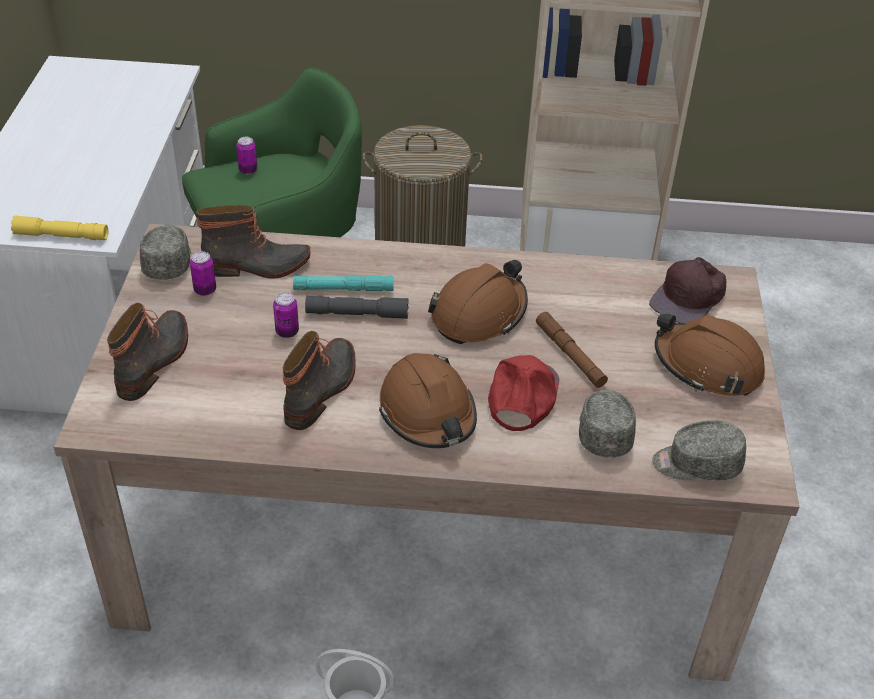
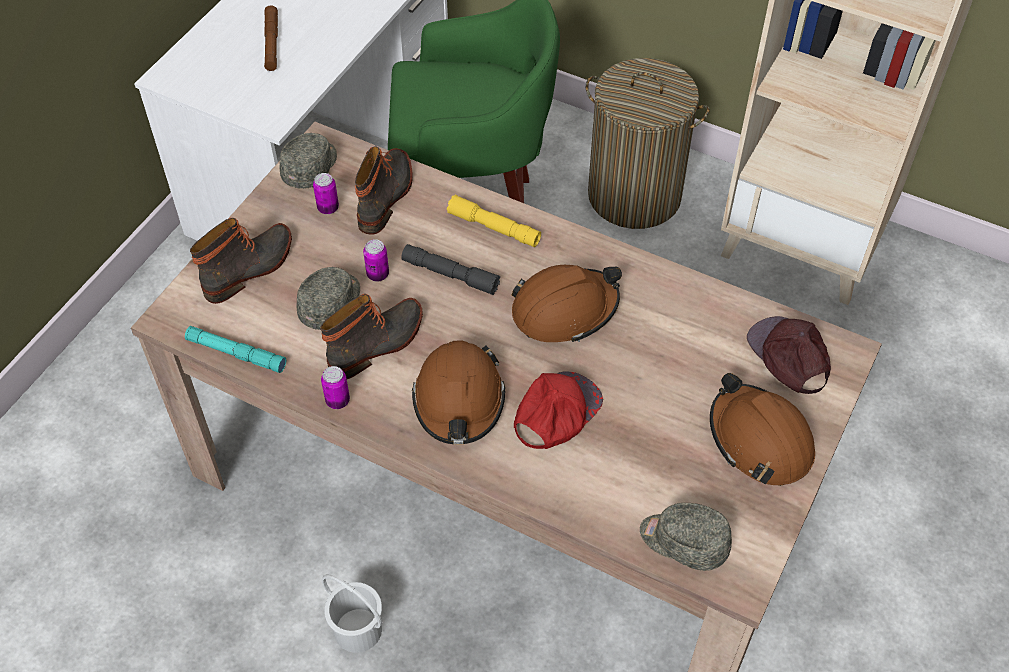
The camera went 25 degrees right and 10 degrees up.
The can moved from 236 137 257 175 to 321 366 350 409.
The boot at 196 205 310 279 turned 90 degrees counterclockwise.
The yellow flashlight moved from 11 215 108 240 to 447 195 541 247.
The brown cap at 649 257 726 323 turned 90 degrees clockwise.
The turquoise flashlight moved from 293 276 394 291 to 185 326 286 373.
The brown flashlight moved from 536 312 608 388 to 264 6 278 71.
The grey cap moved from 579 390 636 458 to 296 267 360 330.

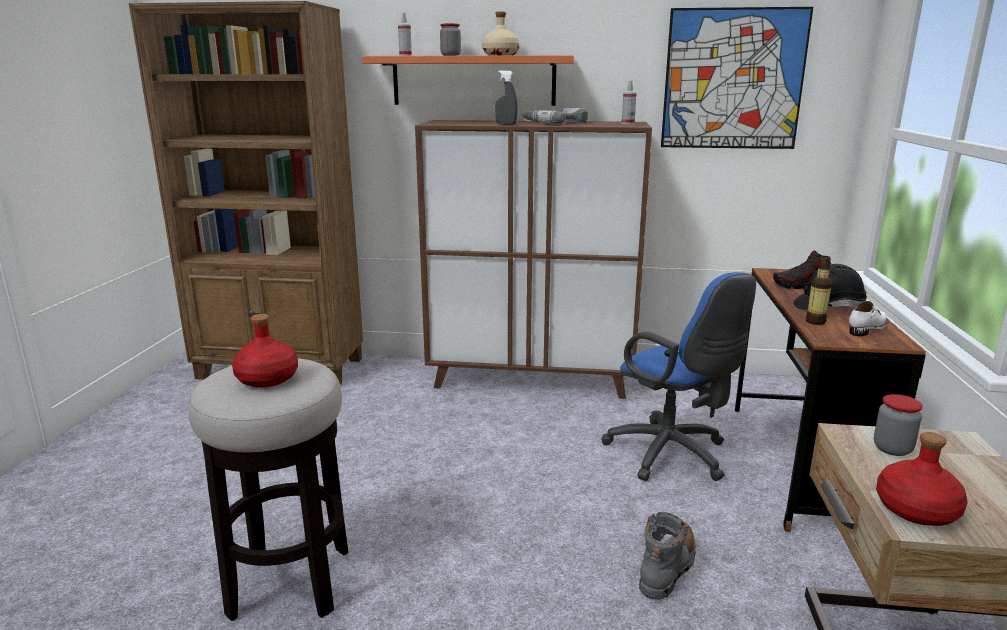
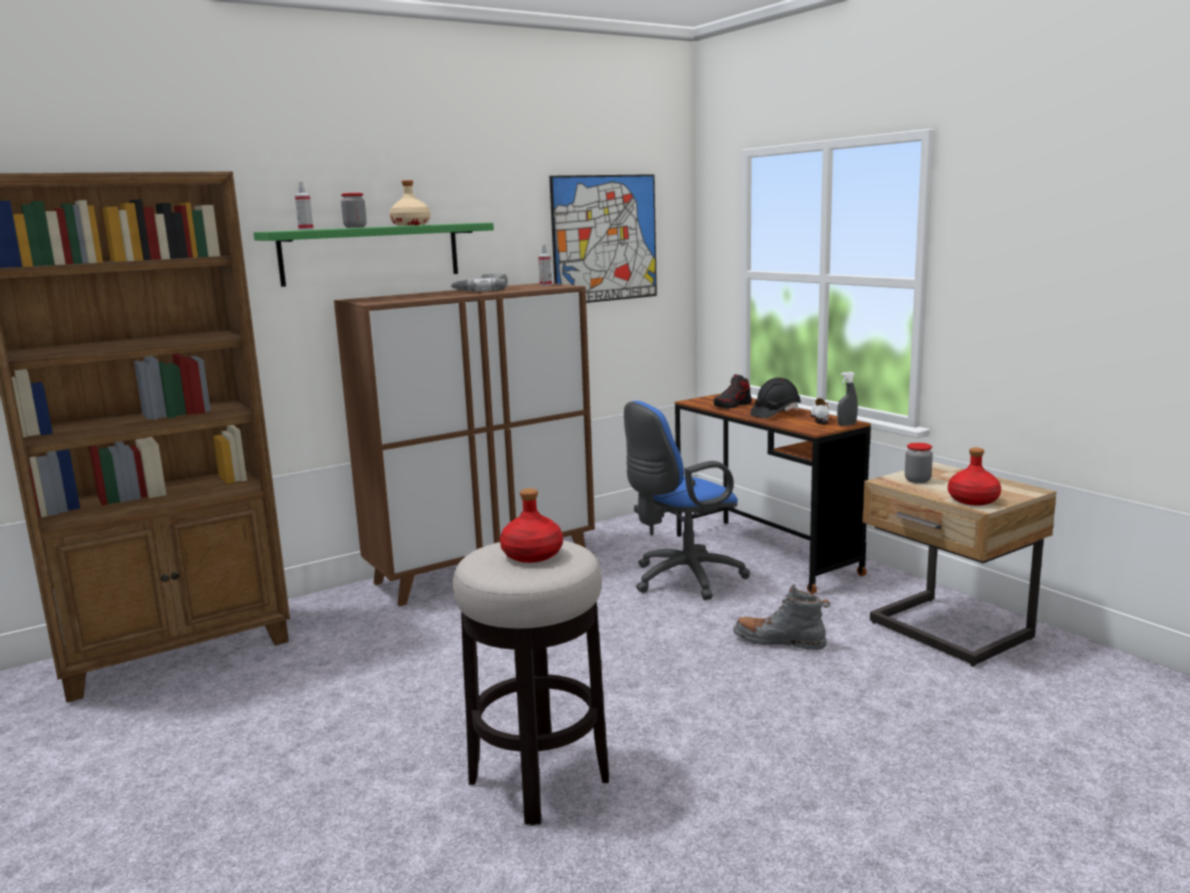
The camera went 40 degrees left and 5 degrees down.
The orange shelf at 361 55 574 106 became the green shelf at 254 223 494 287.
The grey spray bottle moved from 495 70 518 125 to 837 372 858 426.
The bottle at 806 256 832 325 disappeared.
The blue office chair at 601 272 756 481 turned 135 degrees clockwise.
The grey boot at 639 512 696 600 turned 60 degrees counterclockwise.

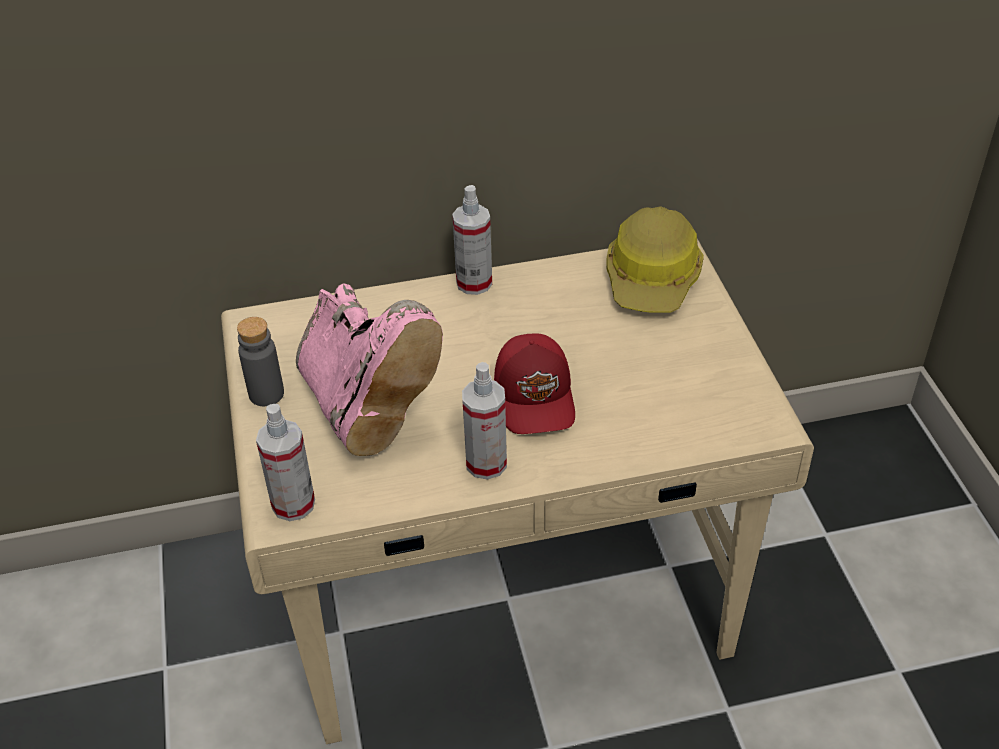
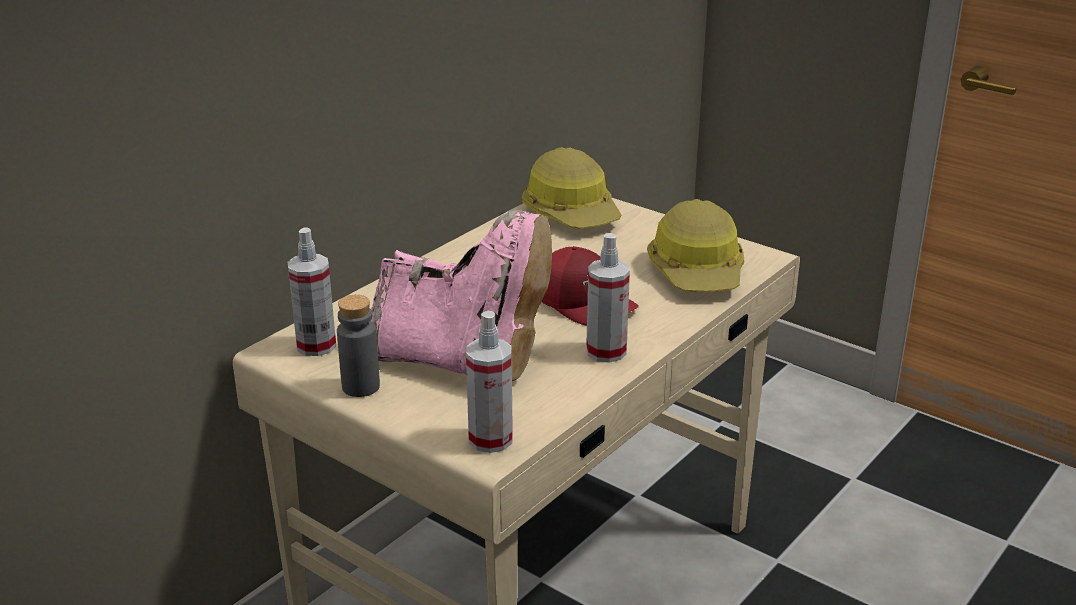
The camera went 40 degrees left and 15 degrees down.
The spray bottle moved from 452 185 492 295 to 287 227 336 356.
The hard hat at 647 199 744 292 appeared.

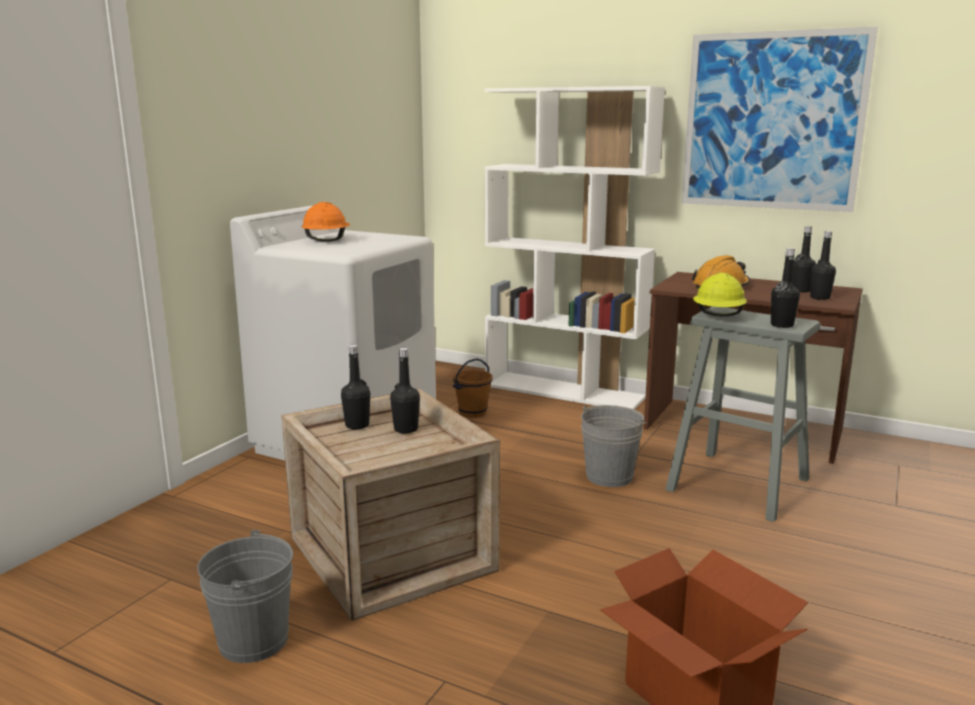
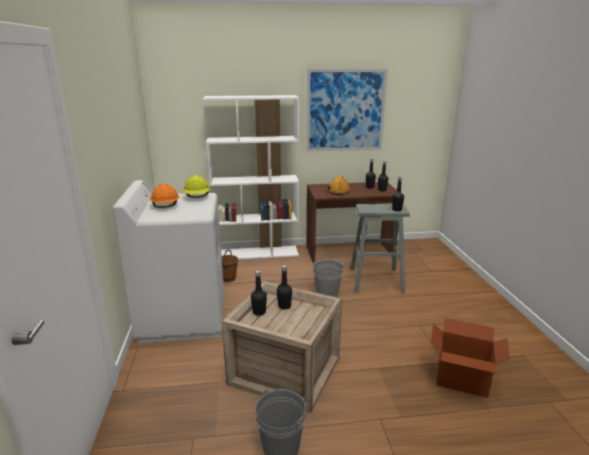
The camera went 35 degrees left and 5 degrees up.
The yellow hard hat moved from 693 273 747 316 to 183 175 210 198.

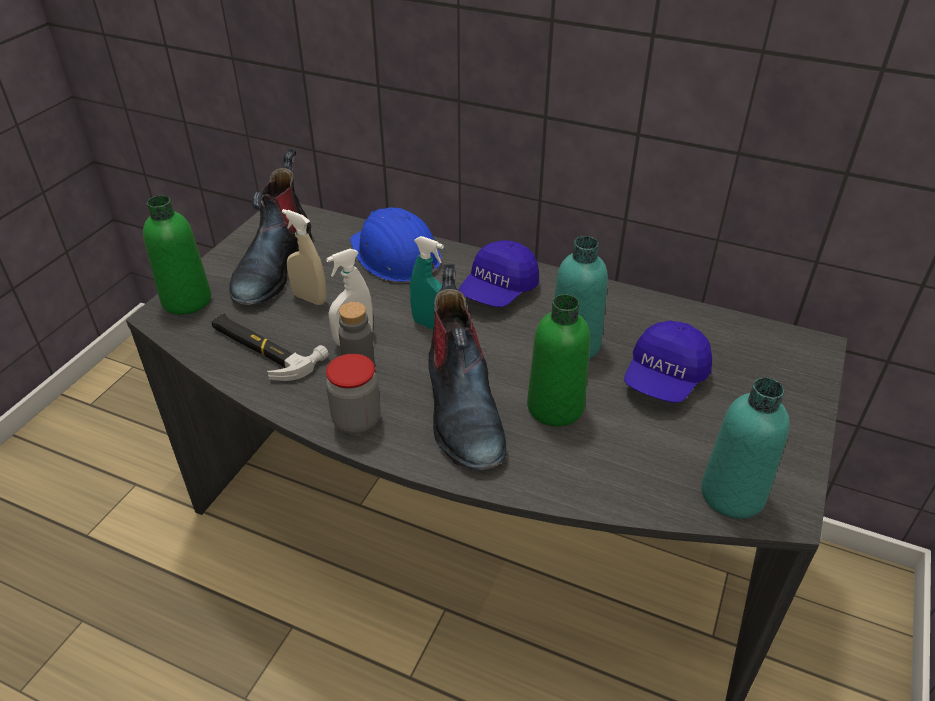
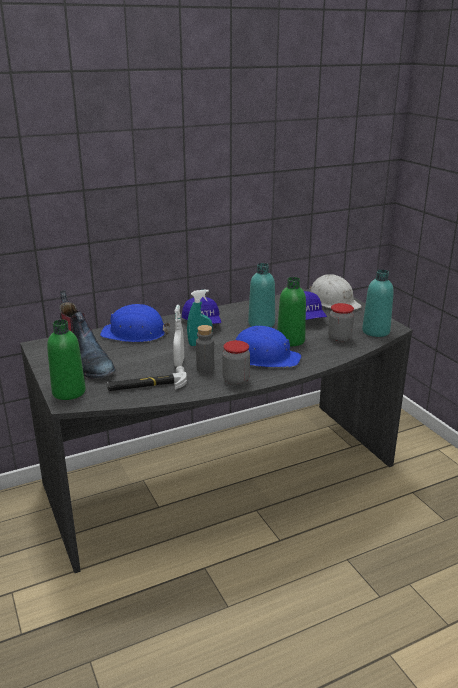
The camera went 50 degrees left and 15 degrees down.
The beige spray bottle at 282 209 327 305 disappeared.
The boot at 428 264 506 470 was replaced by the blue hard hat at 236 326 301 367.
The white hard hat at 310 274 362 310 appeared.
The jar at 328 303 354 343 appeared.

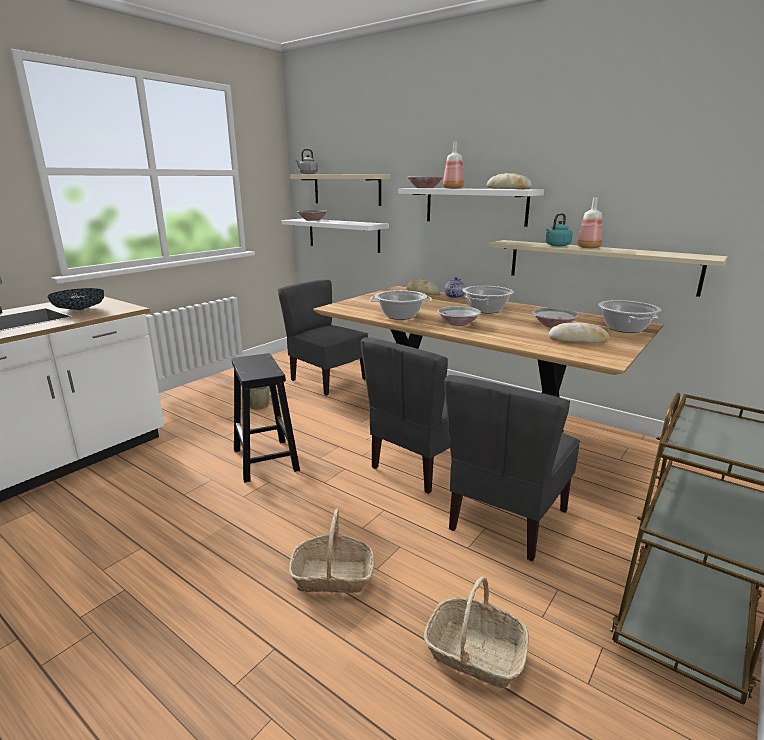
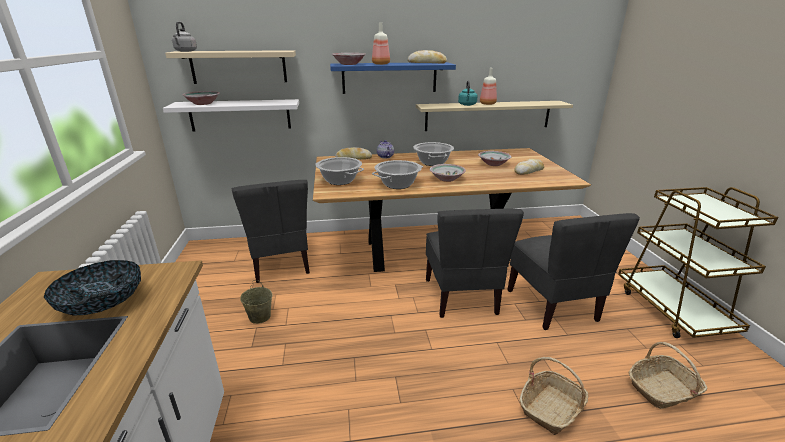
The camera went 45 degrees left and 5 degrees up.
The white shelf at 399 188 544 227 became the blue shelf at 330 62 456 94.
The grey chair at 278 280 368 396 turned 105 degrees counterclockwise.
The cooking pot moved from 598 300 661 333 to 315 157 364 185.
The black stool at 232 353 300 483 disappeared.

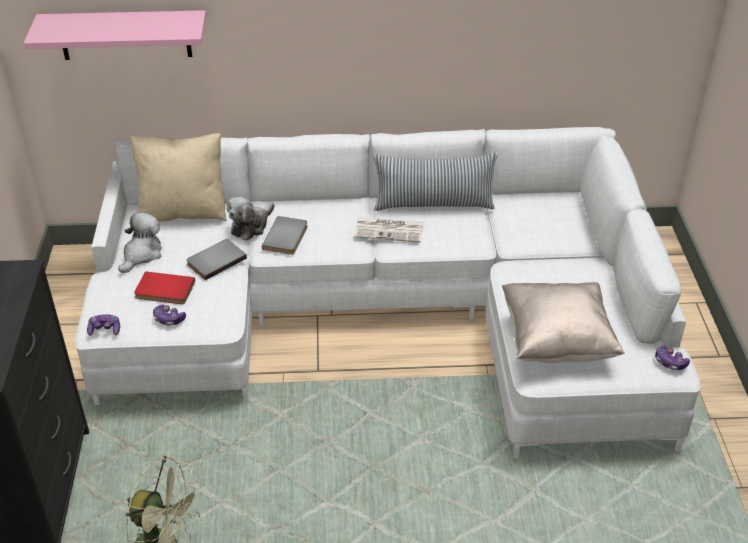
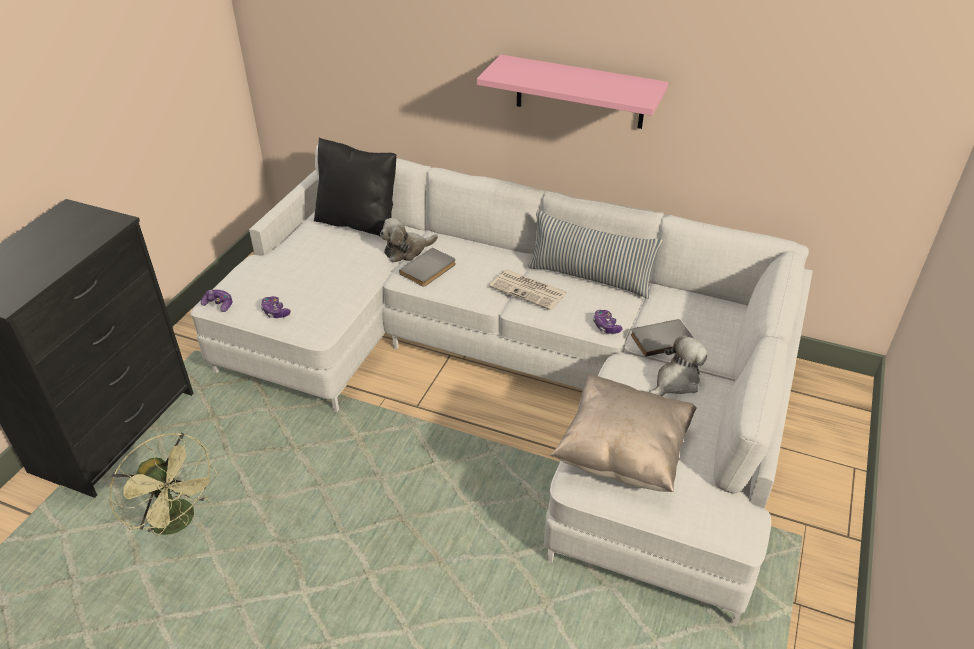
The camera went 25 degrees right and 0 degrees up.
The pink shelf moved from 24 10 206 60 to 477 55 669 129.
The beige pillow at 130 133 227 222 became the black pillow at 314 138 396 237.
The plush toy moved from 118 213 162 273 to 649 335 707 396.
The grey book moved from 186 239 247 280 to 631 319 693 357.
The red book at 134 271 195 304 disappeared.
The game controller moved from 655 345 690 370 to 593 310 623 334.

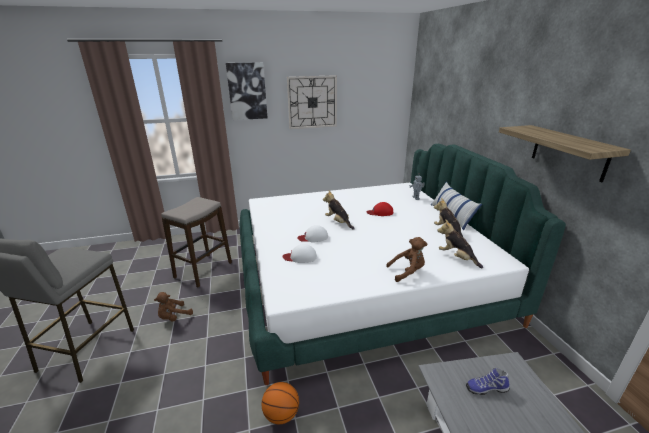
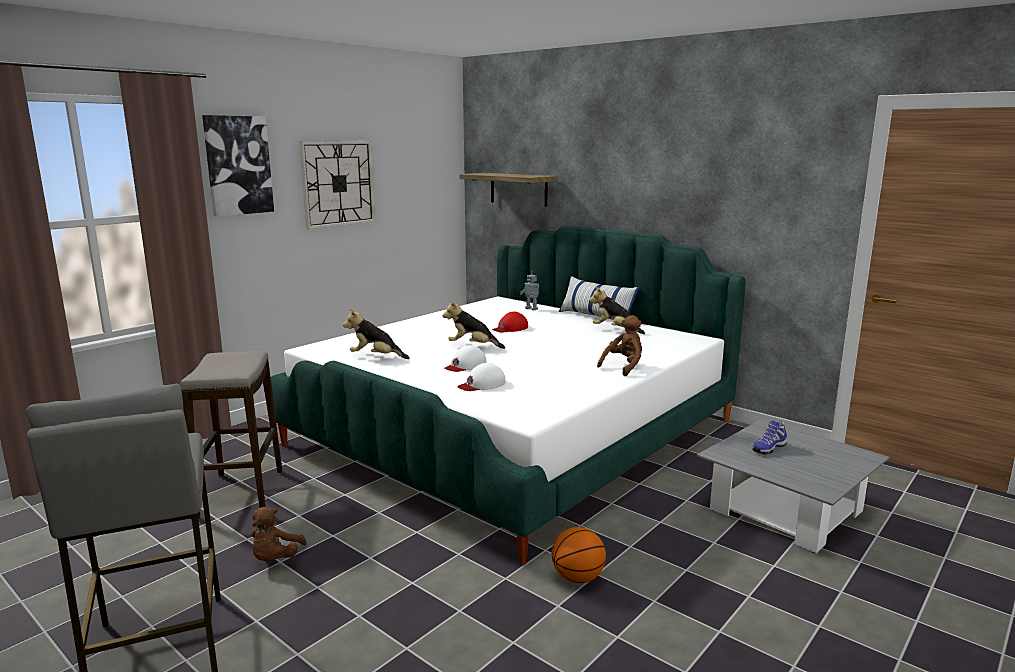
The camera went 35 degrees left and 10 degrees down.
The shelf moved from 499 125 631 182 to 459 173 557 207.
The plush toy moved from 437 219 483 268 to 343 309 410 359.

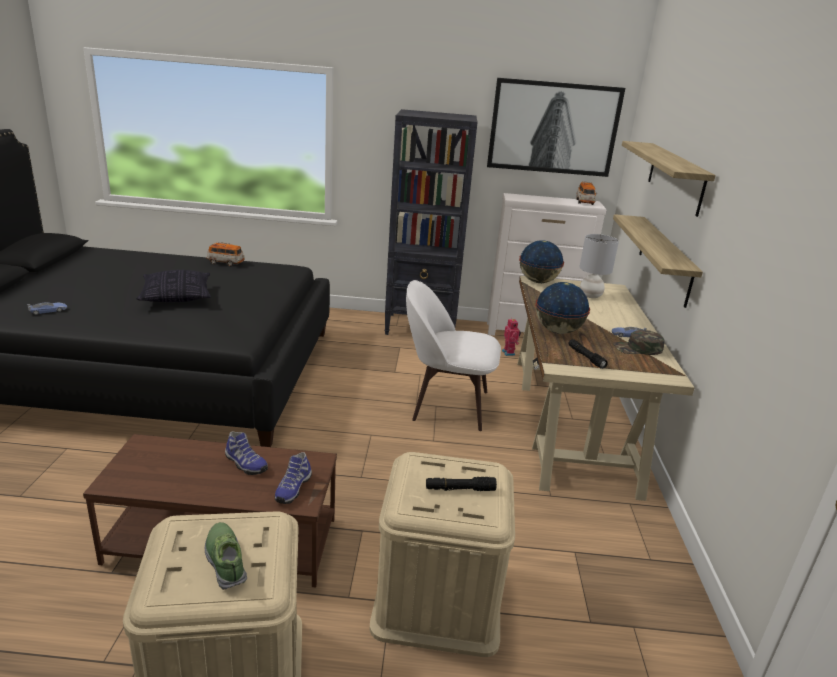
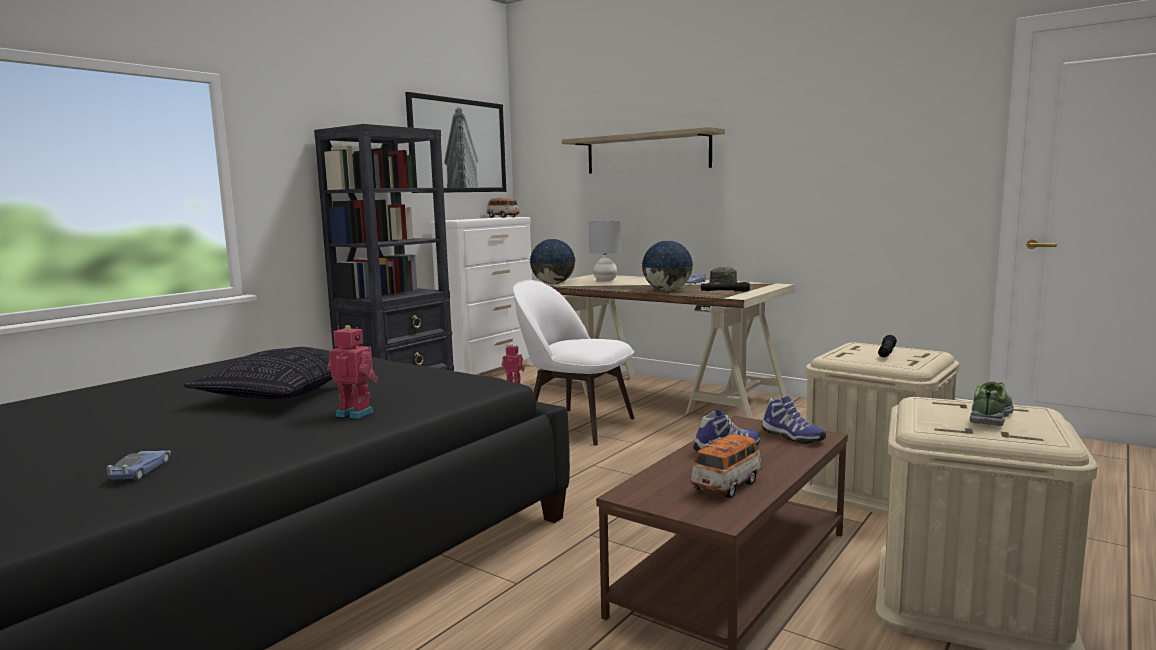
The camera went 55 degrees left and 15 degrees down.
The shelf at 613 214 703 308 disappeared.
The toy car moved from 207 242 245 266 to 691 434 762 498.
The white chair at 406 280 501 431 turned 75 degrees clockwise.
The shoe at 205 522 247 590 turned 120 degrees clockwise.
The toy robot at 327 325 378 419 appeared.

